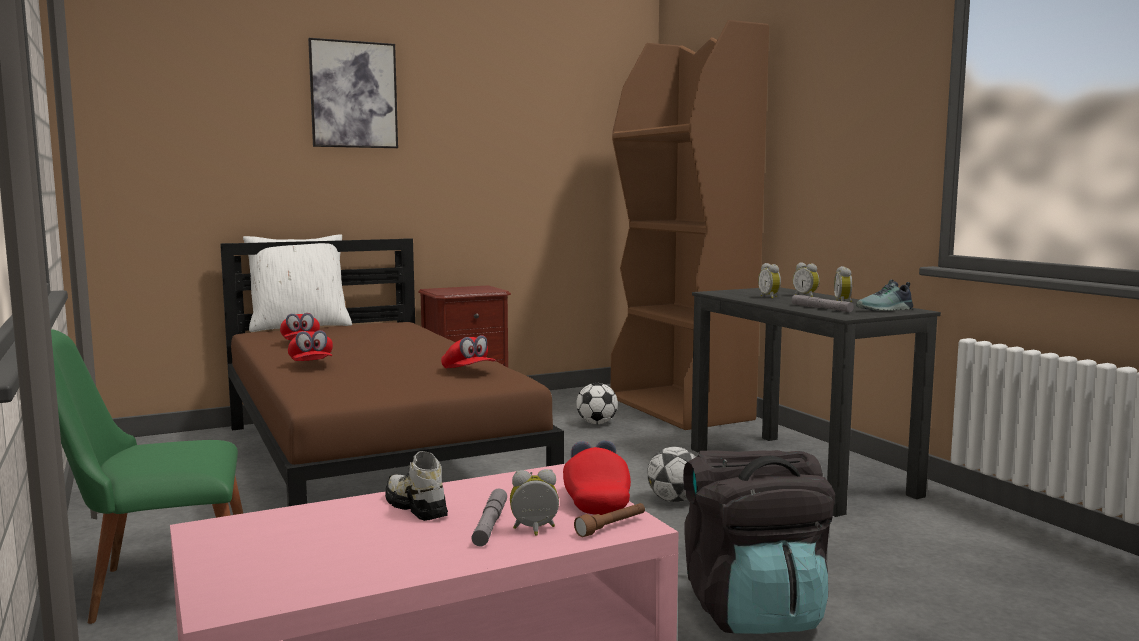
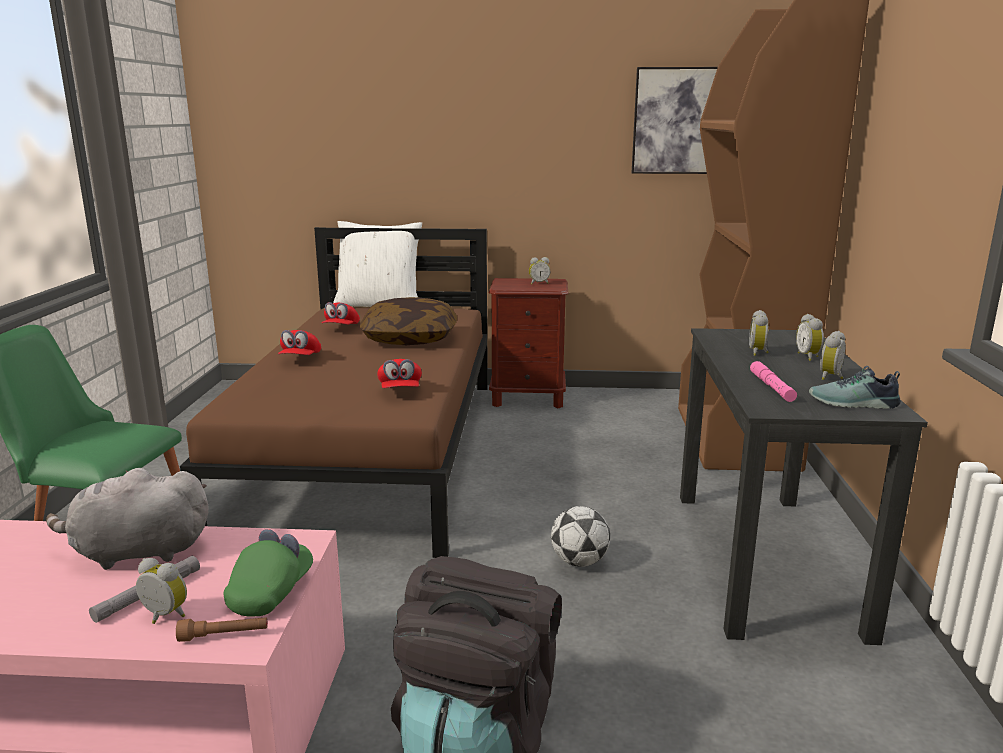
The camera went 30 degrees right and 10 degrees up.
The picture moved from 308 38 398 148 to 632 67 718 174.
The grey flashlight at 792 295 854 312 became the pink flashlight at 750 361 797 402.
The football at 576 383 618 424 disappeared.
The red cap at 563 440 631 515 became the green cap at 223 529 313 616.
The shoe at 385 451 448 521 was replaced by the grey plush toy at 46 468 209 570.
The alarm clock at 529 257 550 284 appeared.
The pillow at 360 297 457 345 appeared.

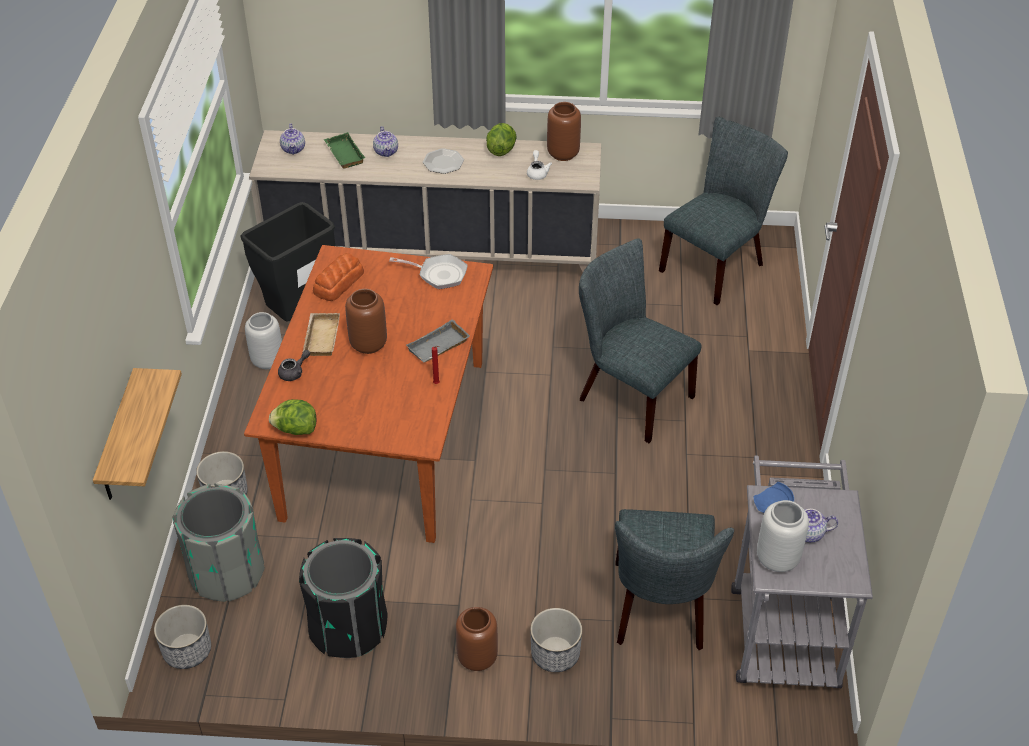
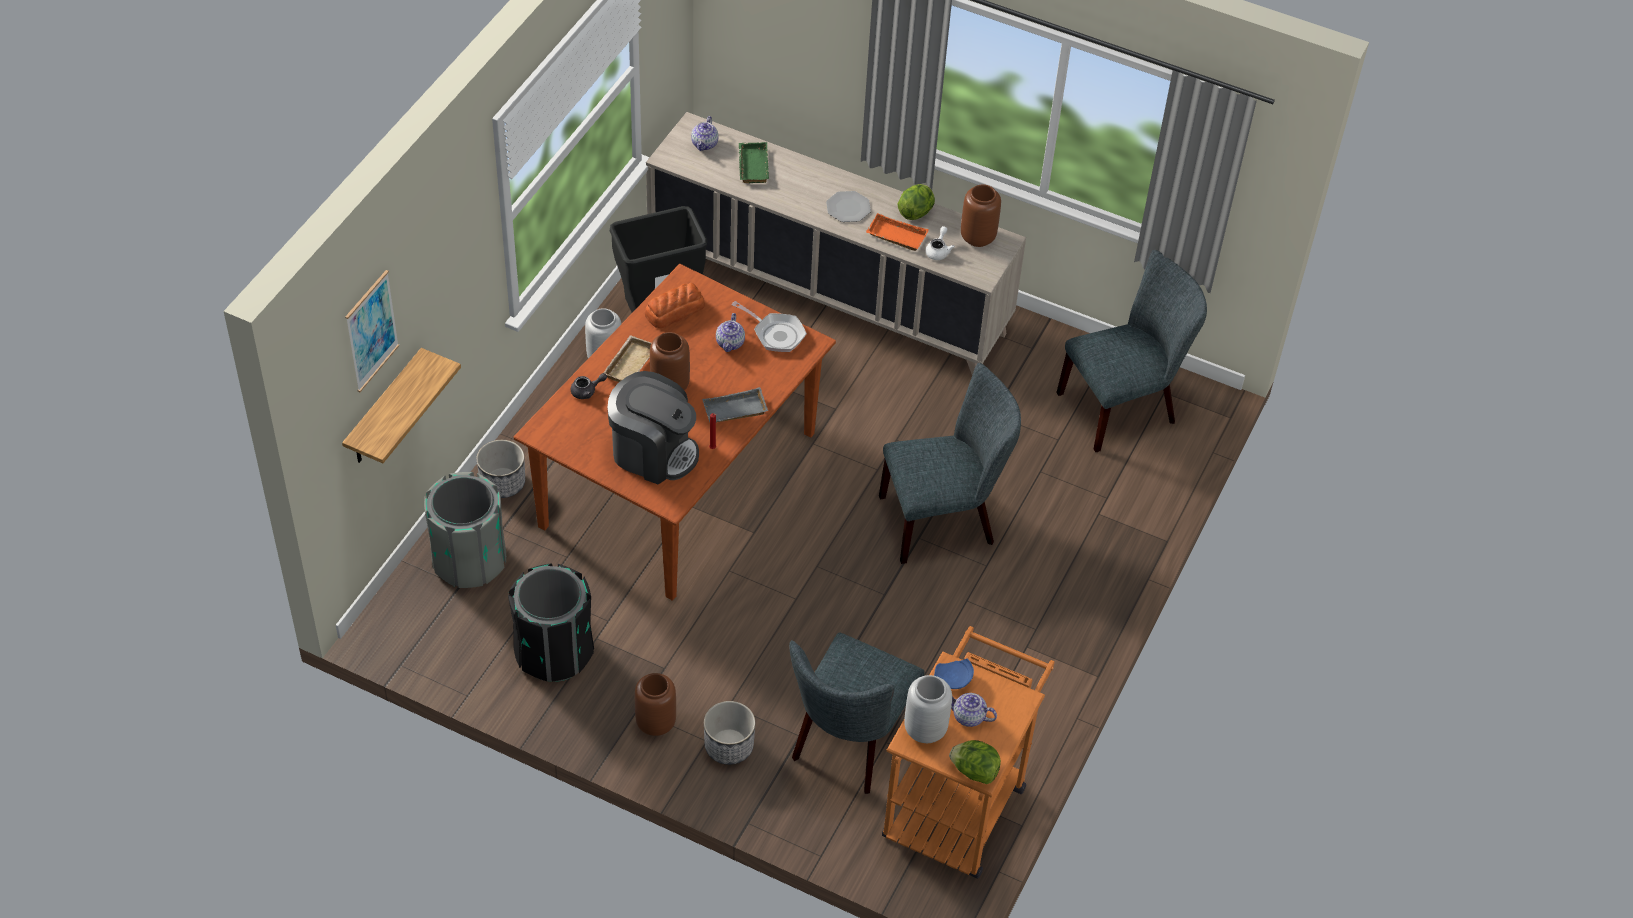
The camera went 20 degrees right and 5 degrees up.
The teapot moved from 373 126 398 157 to 716 313 745 352.
The grey chair at 579 238 701 443 turned 105 degrees clockwise.
The lettuce moved from 269 399 316 435 to 949 740 1001 784.
The grey cart at 731 456 873 688 became the orange cart at 882 626 1055 879.
The planter at 154 605 211 669 disappeared.
The orange tray at 866 213 929 251 appeared.
The picture at 345 270 399 392 appeared.
The coffee machine at 608 371 699 485 appeared.

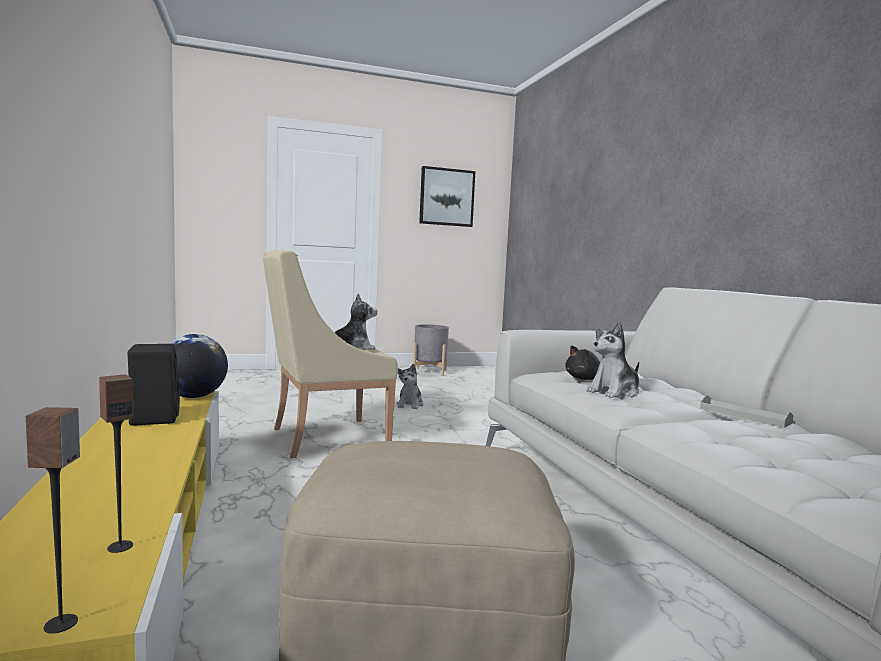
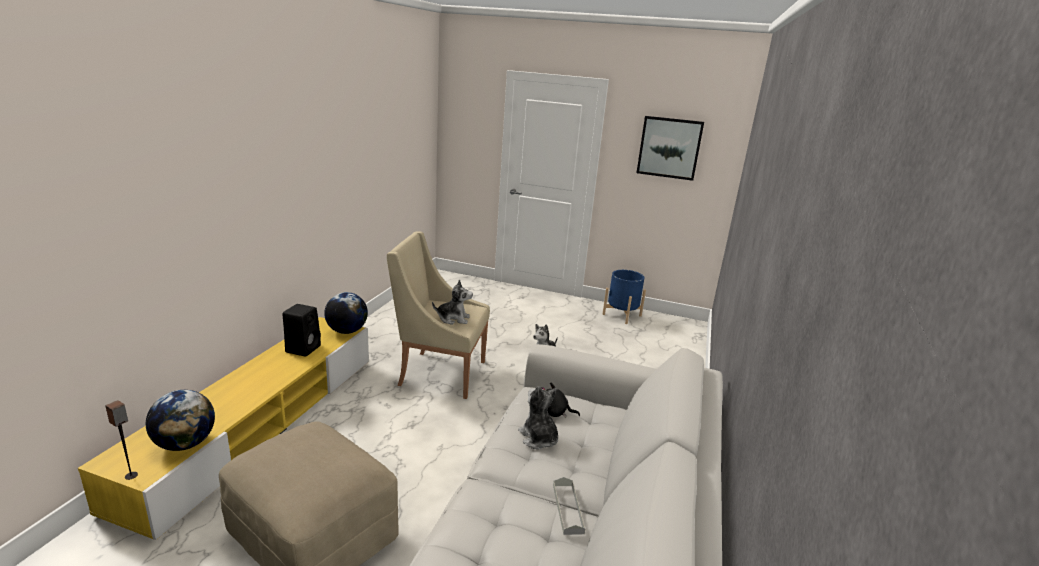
The camera went 35 degrees right and 15 degrees up.
The plush toy at 586 322 639 398 turned 60 degrees clockwise.
The grey planter at 413 324 449 376 became the blue planter at 602 270 646 324.
The speaker at 99 374 134 553 was replaced by the globe at 146 390 215 451.

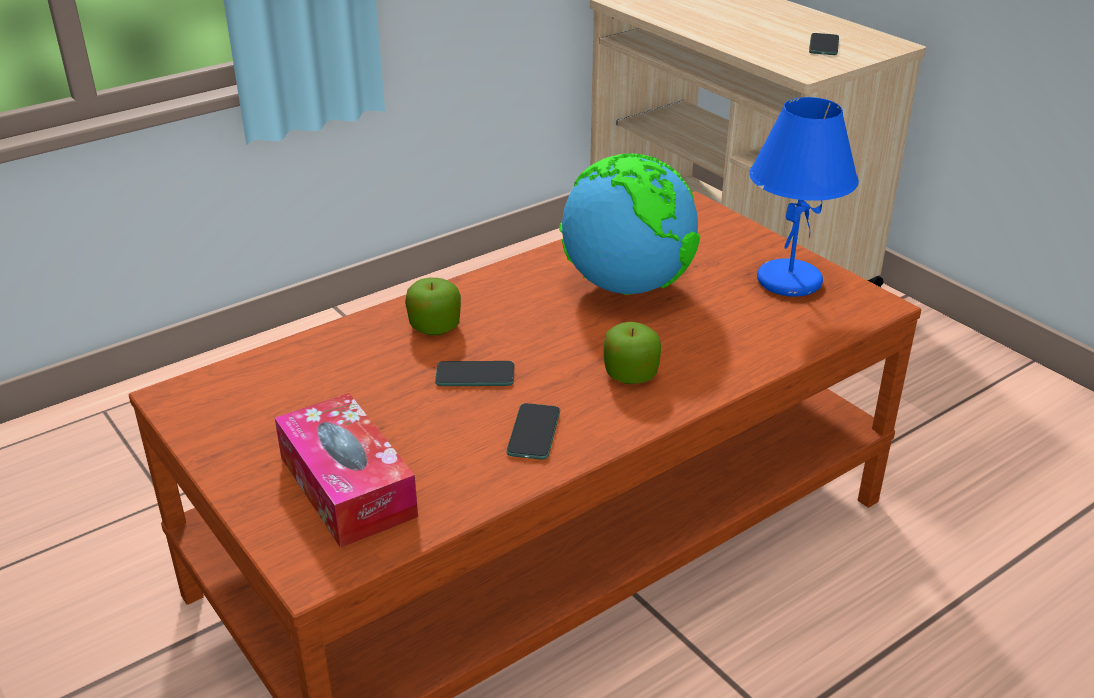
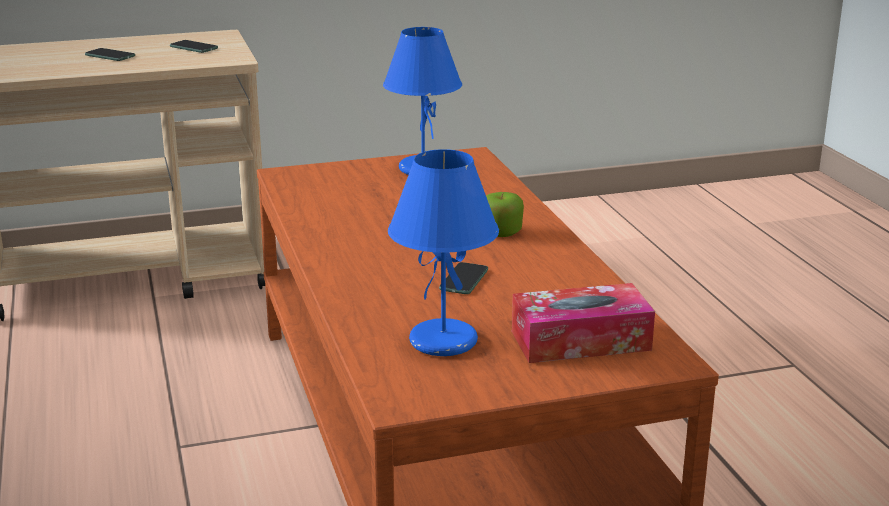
The camera went 70 degrees left and 10 degrees down.
The globe at 559 153 700 295 disappeared.
The apple at 405 278 461 335 disappeared.
The phone moved from 506 403 560 460 to 85 48 135 61.
The blue table lamp at 388 149 499 356 appeared.

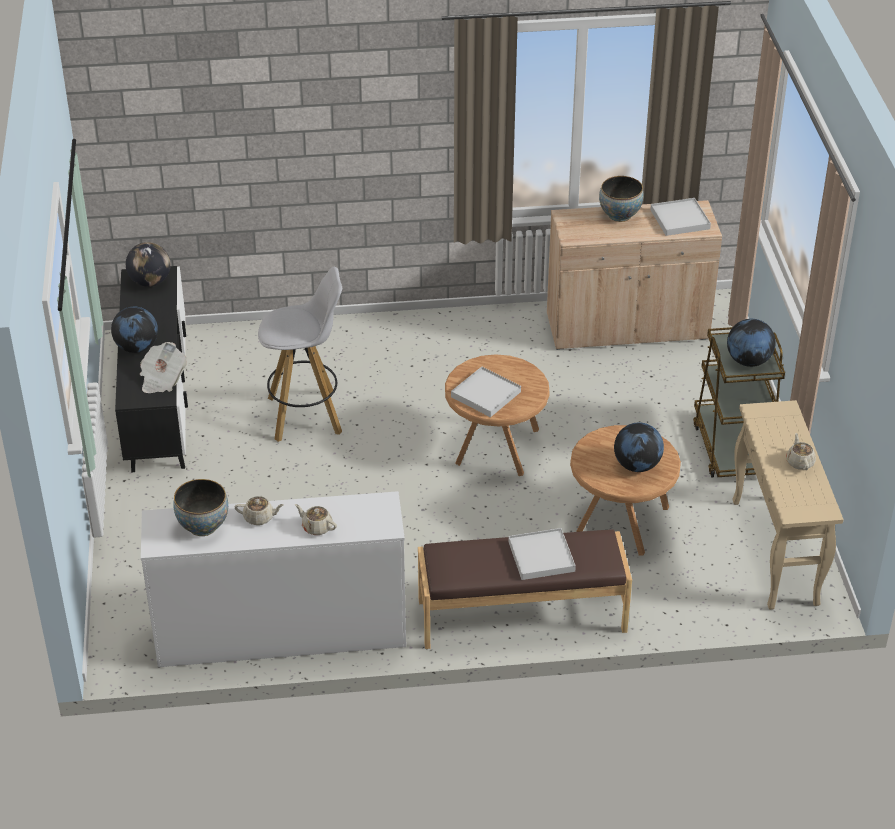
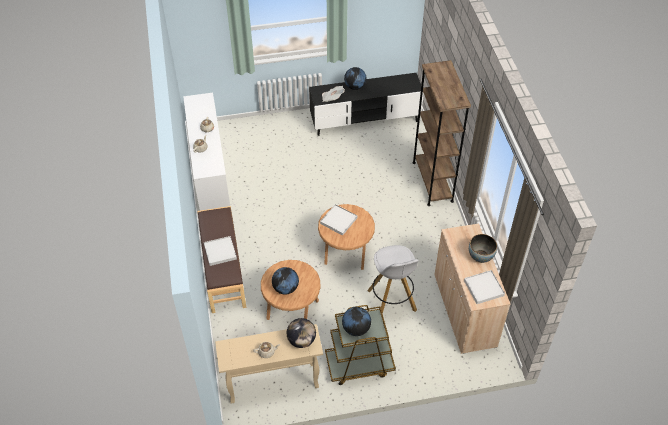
The camera went 85 degrees right and 10 degrees up.
The globe moved from 126 242 171 287 to 287 318 316 348.
The white stool moved from 258 267 342 442 to 367 245 419 314.
The bowl at 173 479 228 536 disappeared.
The brown bookcase at 412 60 471 206 appeared.

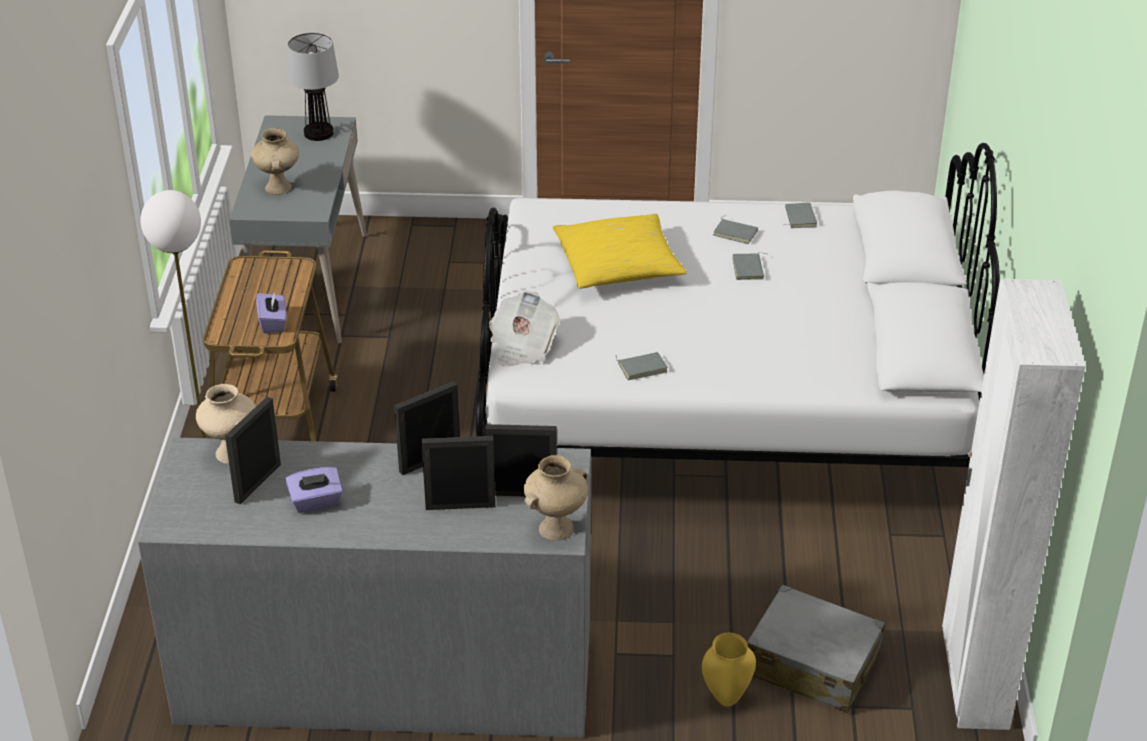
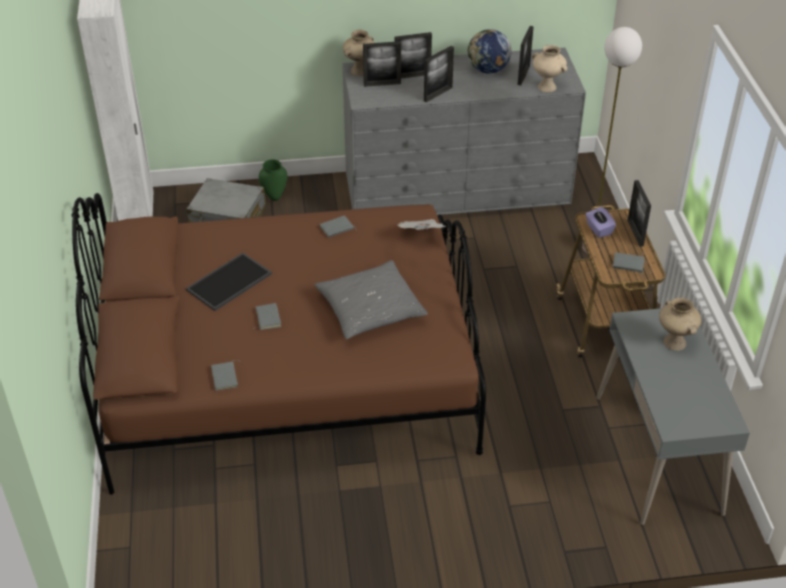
The camera went 170 degrees right and 5 degrees up.
The table lamp at 288 33 339 141 disappeared.
The white bed at 476 143 1000 467 became the brown bed at 72 193 486 495.
The yellow pillow at 553 214 687 288 became the grey pillow at 314 260 428 339.
The grey book moved from 713 215 758 244 to 613 253 645 275.
The purple tissue box at 285 467 343 513 was replaced by the globe at 468 29 512 74.
The yellow vase at 702 633 756 707 became the green vase at 259 159 287 201.
The picture frame at 628 180 651 247 appeared.
The tray at 186 253 272 311 appeared.

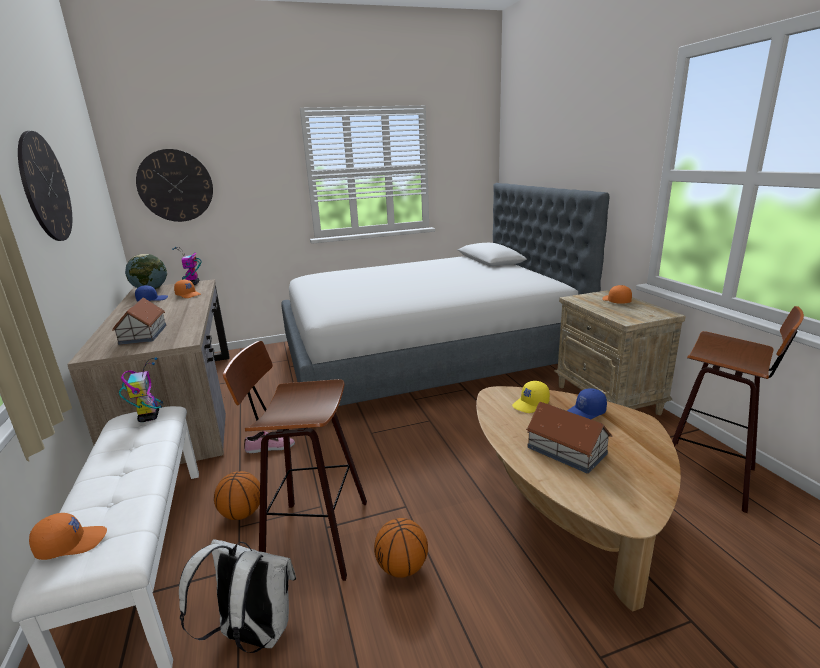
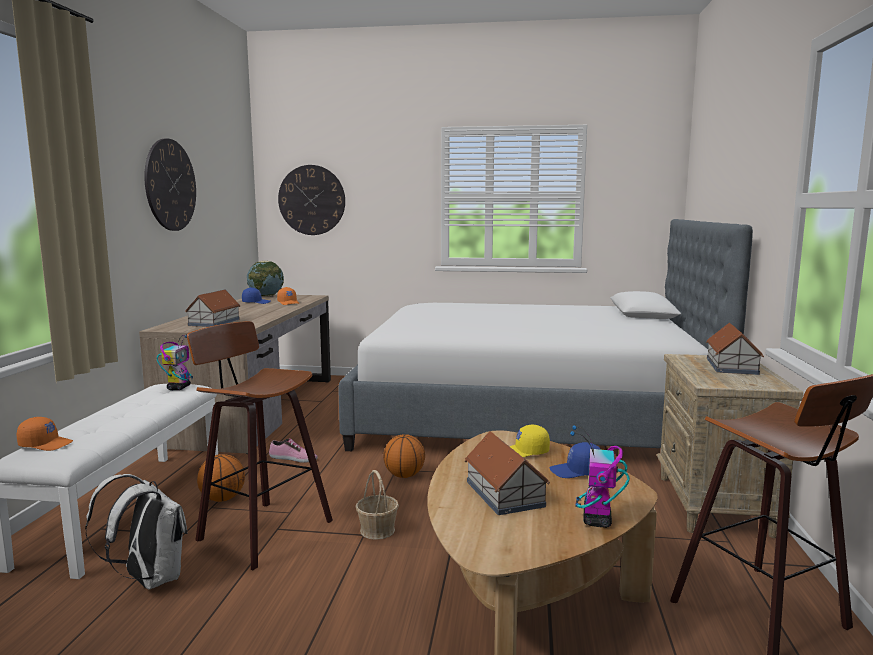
The camera went 25 degrees right and 10 degrees down.
The toy robot moved from 172 247 202 285 to 570 425 630 528.
The orange cap at 602 285 632 304 was replaced by the toy house at 706 322 764 375.
The basketball moved from 374 518 428 578 to 383 434 425 478.
The basket at 355 470 399 540 appeared.

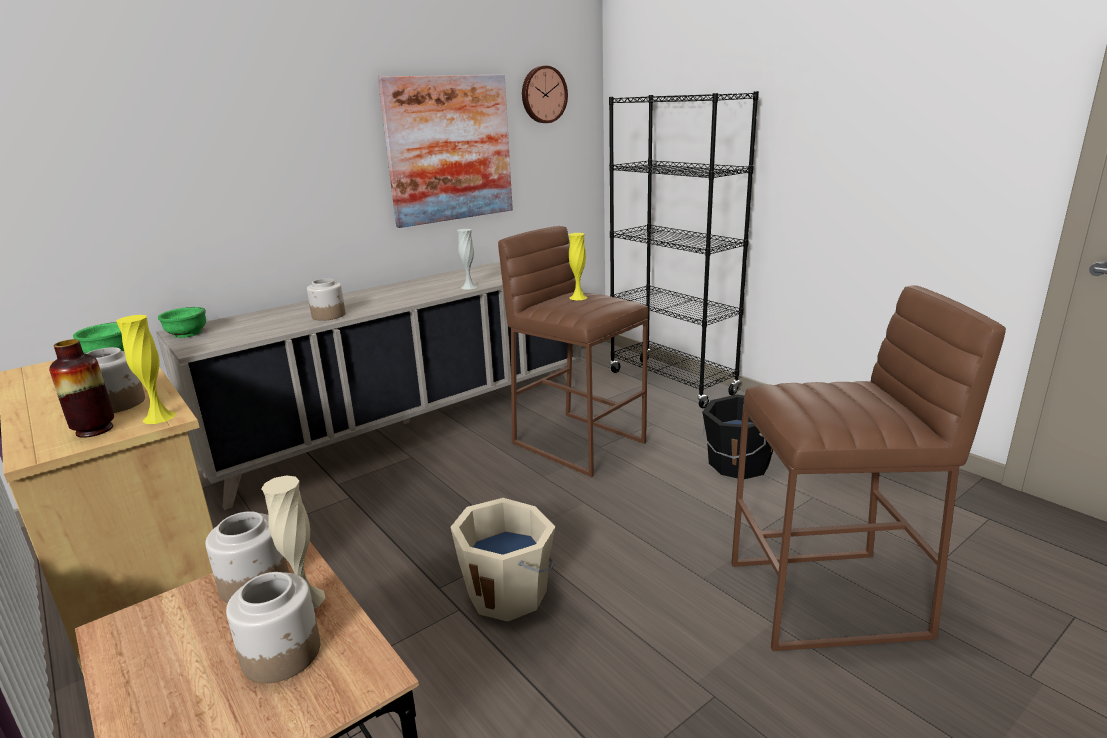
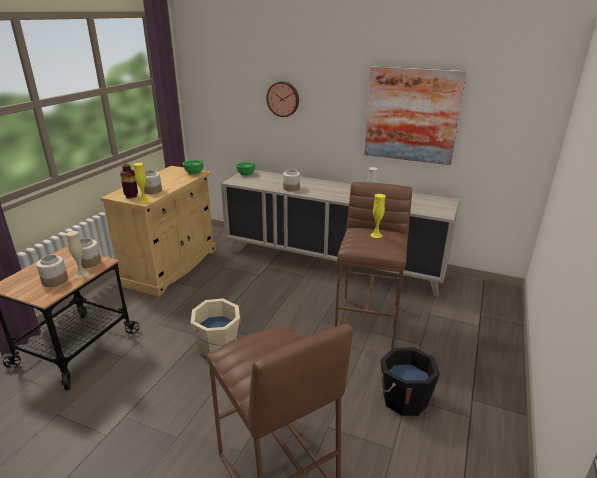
The camera went 60 degrees right and 5 degrees up.
The wall clock moved from 522 66 568 123 to 266 81 299 117.
The black bookcase at 609 91 759 408 disappeared.

